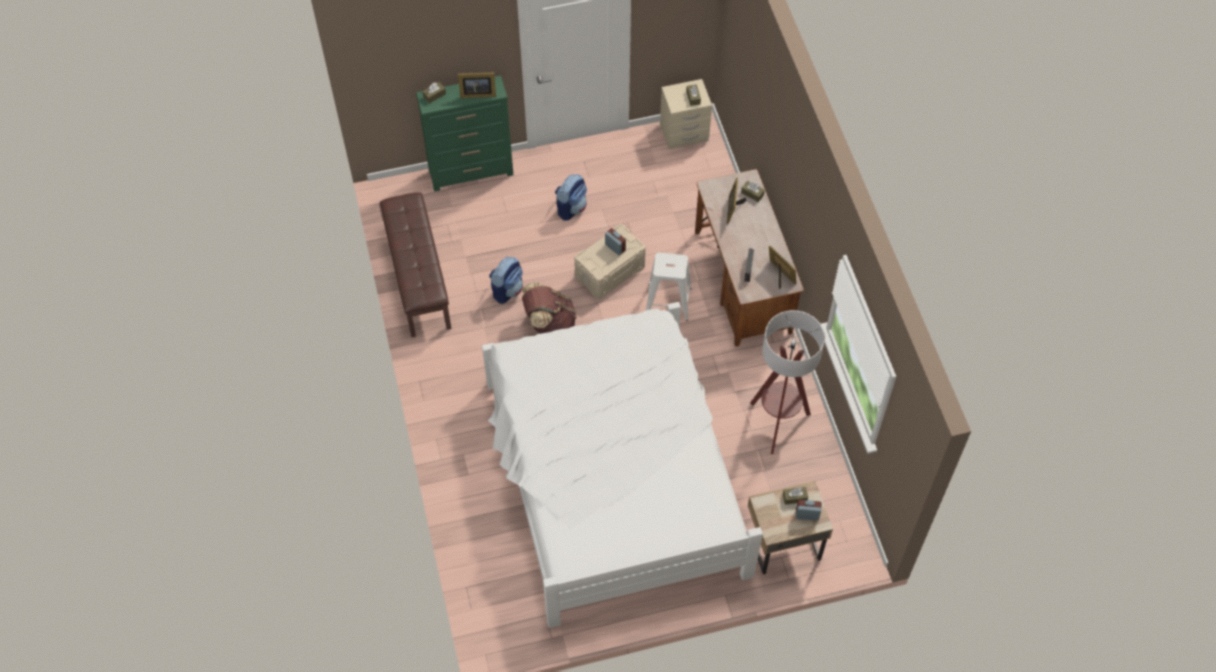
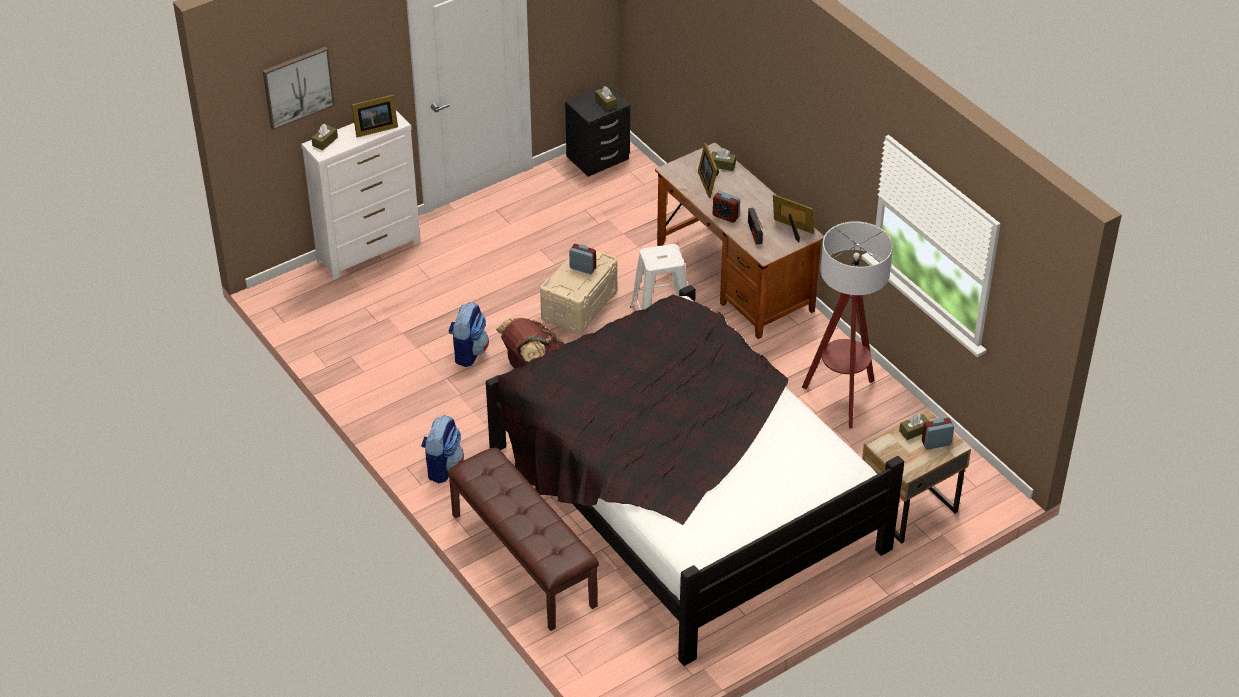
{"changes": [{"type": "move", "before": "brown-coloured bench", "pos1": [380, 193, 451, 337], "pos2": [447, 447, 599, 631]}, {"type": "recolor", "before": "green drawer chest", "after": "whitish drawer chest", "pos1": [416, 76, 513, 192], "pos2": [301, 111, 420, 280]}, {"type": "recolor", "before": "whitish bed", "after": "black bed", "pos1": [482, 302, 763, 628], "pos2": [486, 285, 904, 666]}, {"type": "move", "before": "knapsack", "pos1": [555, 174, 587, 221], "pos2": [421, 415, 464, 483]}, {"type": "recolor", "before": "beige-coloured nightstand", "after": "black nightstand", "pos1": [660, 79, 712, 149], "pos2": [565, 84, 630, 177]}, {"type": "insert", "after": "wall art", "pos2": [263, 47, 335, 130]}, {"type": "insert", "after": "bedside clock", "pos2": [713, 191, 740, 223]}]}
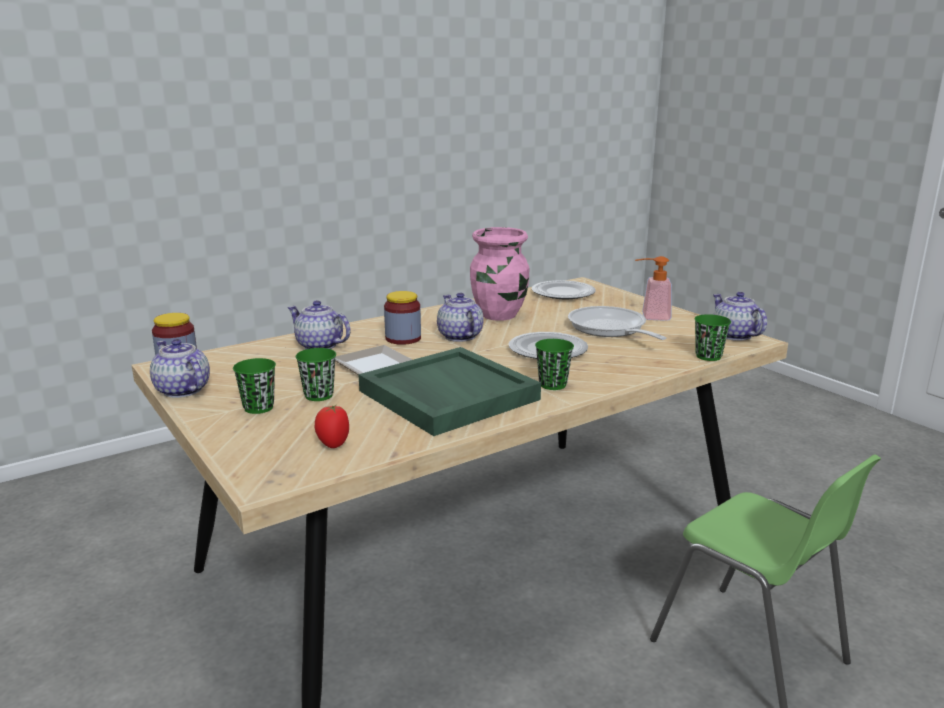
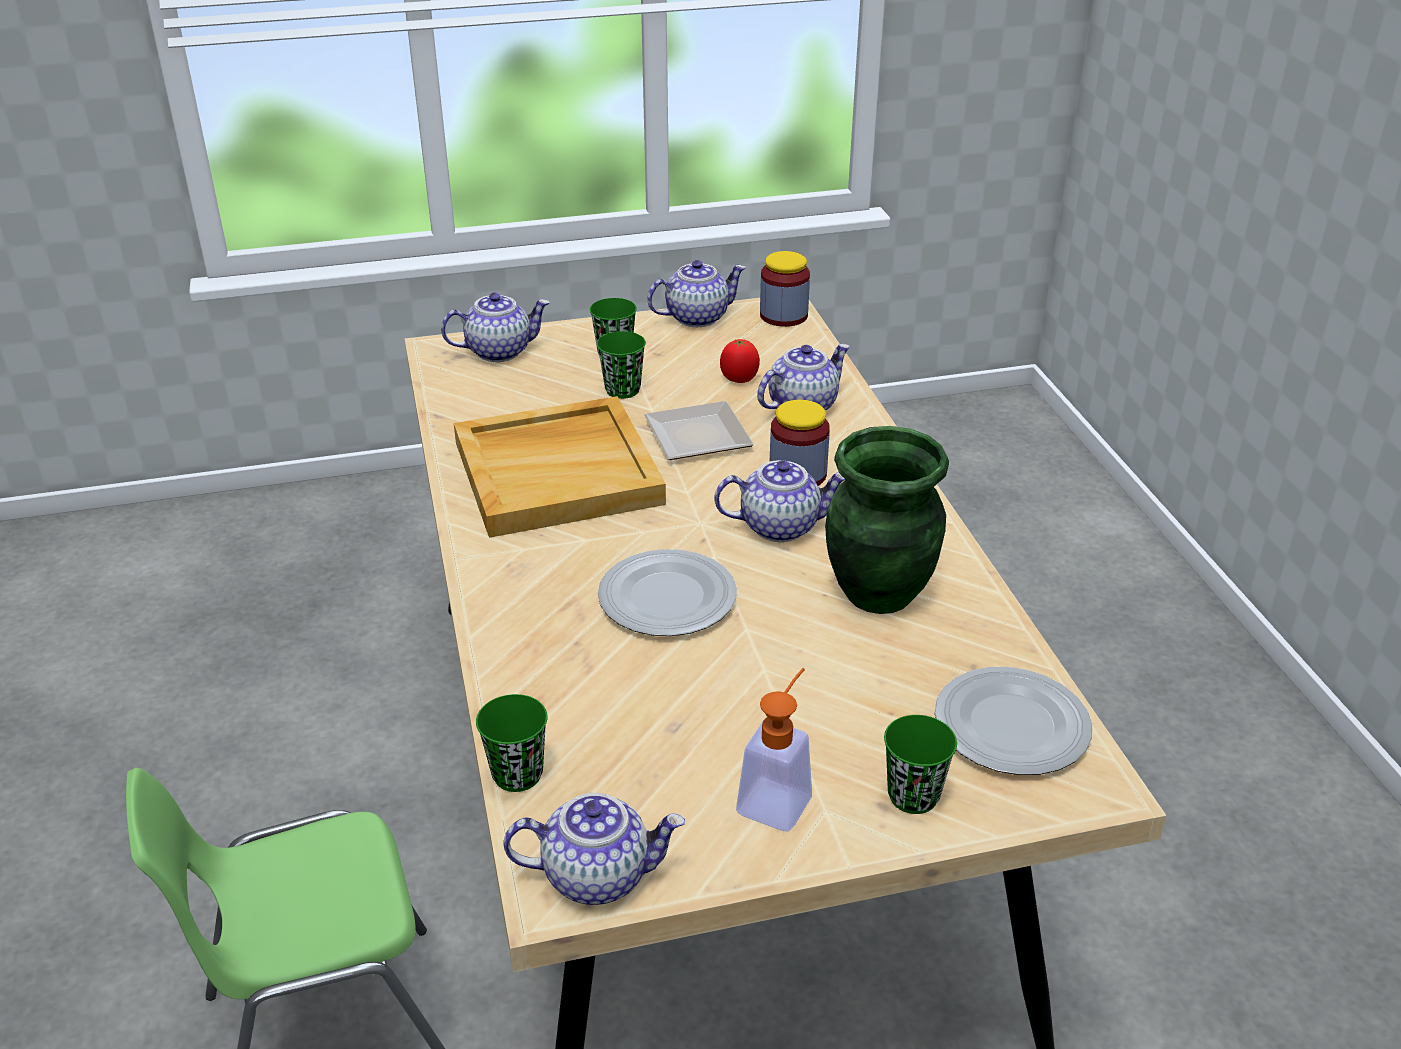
{"changes": [{"type": "move", "before": "whole tomato", "pos1": [315, 405, 349, 448], "pos2": [720, 339, 760, 383]}, {"type": "recolor", "before": "green serving tray", "after": "beige-coloured serving tray", "pos1": [358, 347, 541, 436], "pos2": [454, 396, 666, 538]}, {"type": "recolor", "before": "pinkish decorative vase", "after": "green decorative vase", "pos1": [470, 227, 529, 321], "pos2": [825, 426, 949, 614]}, {"type": "move", "before": "green small cup", "pos1": [535, 339, 574, 390], "pos2": [884, 715, 957, 814]}, {"type": "delete", "before": "frying pan", "pos1": [568, 306, 666, 340]}, {"type": "insert", "after": "teapot", "pos2": [441, 292, 550, 362]}]}
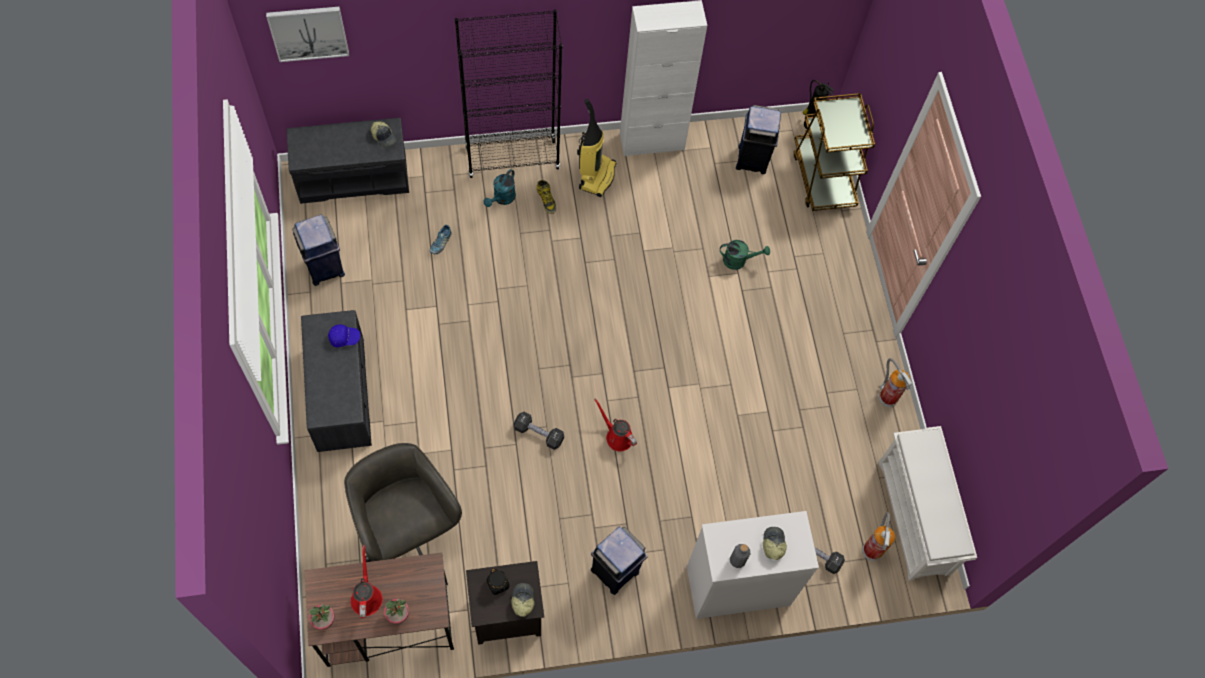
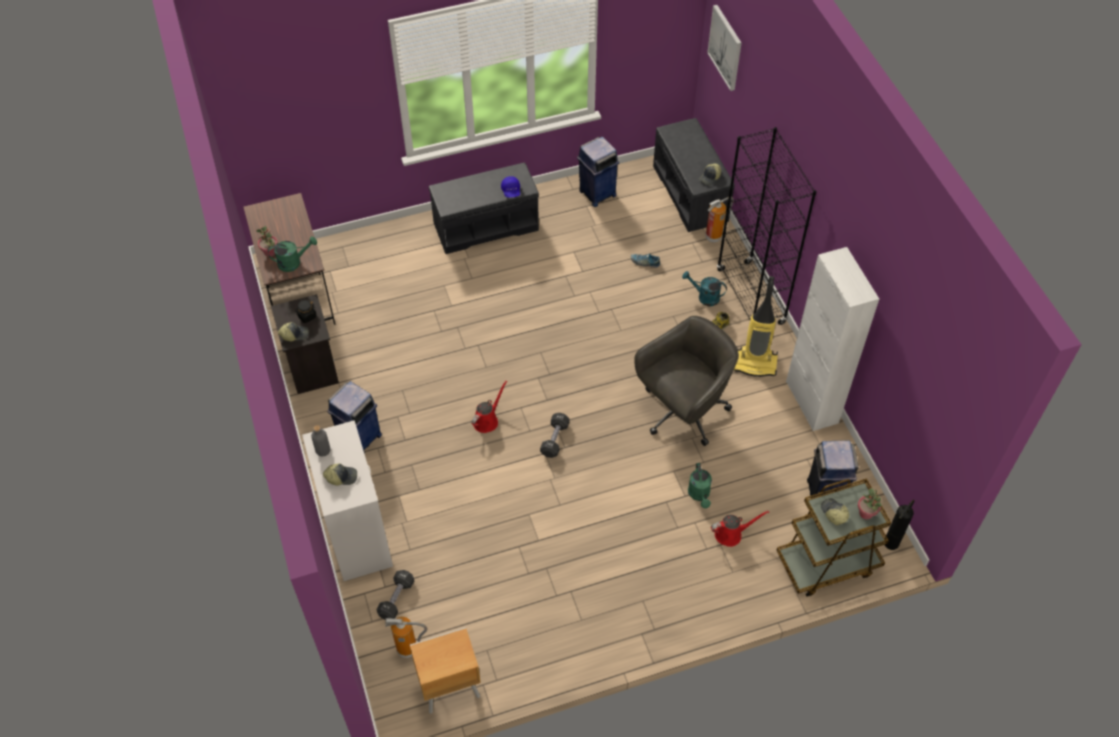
{"changes": [{"type": "move", "before": "houseplant", "pos1": [309, 604, 335, 630], "pos2": [858, 488, 882, 520]}, {"type": "move", "before": "greyish office chair", "pos1": [344, 443, 462, 562], "pos2": [634, 316, 739, 446]}, {"type": "move", "before": "red-coloured sprinkling can", "pos1": [351, 545, 383, 618], "pos2": [711, 511, 769, 547]}, {"type": "move", "before": "black dumbbell", "pos1": [514, 412, 564, 450], "pos2": [540, 413, 569, 458]}, {"type": "move", "before": "extinguisher", "pos1": [879, 358, 913, 407], "pos2": [705, 197, 734, 242]}, {"type": "replace", "before": "whitish shoe stand", "after": "brown-coloured nightstand", "pos1": [879, 426, 977, 581], "pos2": [410, 627, 481, 714]}, {"type": "insert", "after": "green sprinkling can", "pos2": [268, 236, 317, 272]}, {"type": "insert", "after": "cap", "pos2": [821, 498, 849, 525]}]}
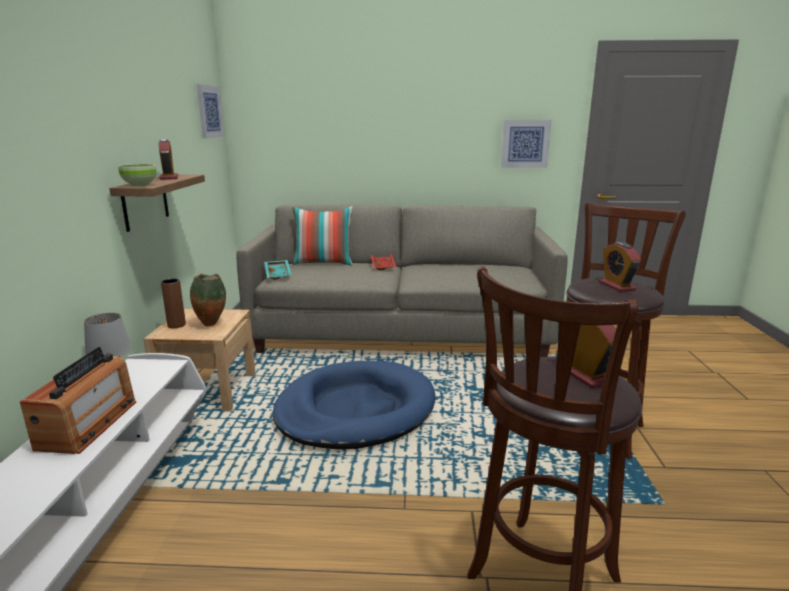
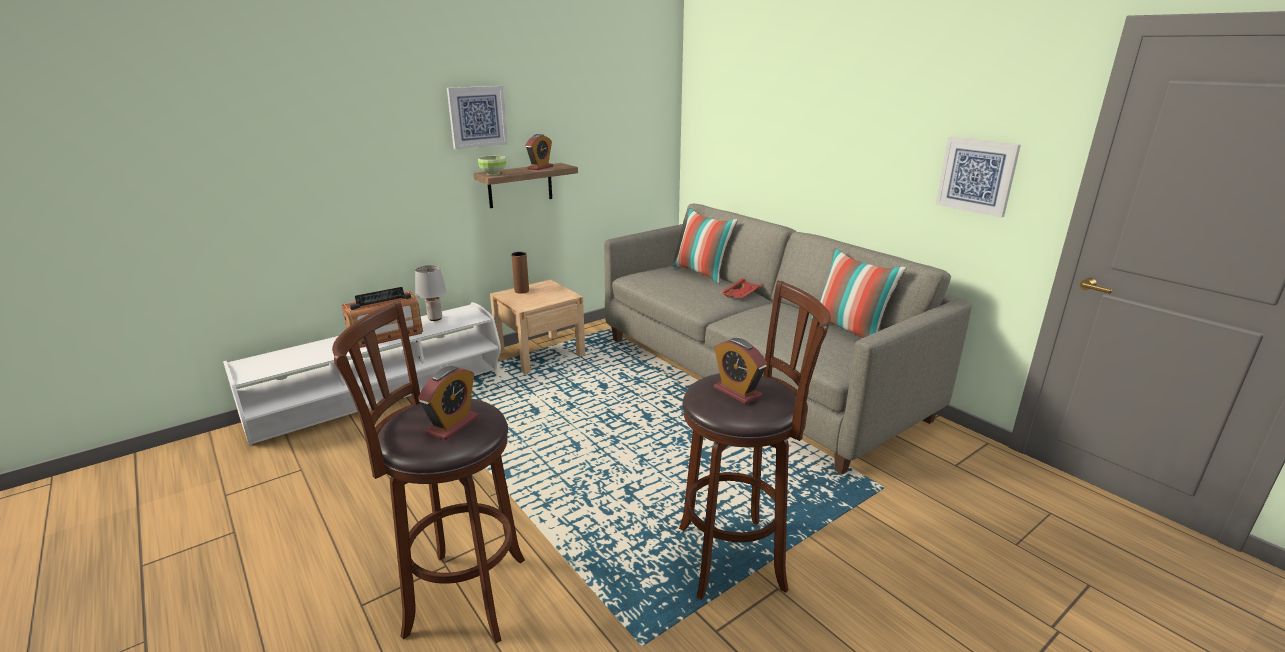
{"changes": [{"type": "delete", "before": "decorative vase", "pos1": [190, 274, 226, 326]}, {"type": "move", "before": "wall art", "pos1": [197, 84, 224, 138], "pos2": [447, 86, 508, 149]}, {"type": "delete", "before": "turquoise-coloured serving tray", "pos1": [264, 260, 292, 280]}, {"type": "delete", "before": "bluish pet bed", "pos1": [273, 361, 435, 450]}, {"type": "rotate", "before": "bedside clock", "pos1": [599, 242, 641, 292], "pos2": [714, 338, 767, 404], "turn": -75}, {"type": "insert", "after": "pillow", "pos2": [810, 248, 906, 338]}]}
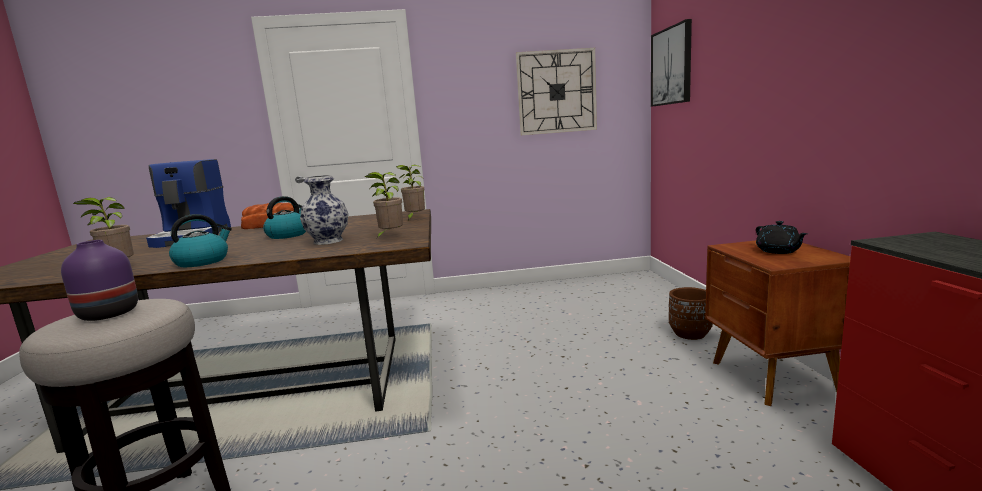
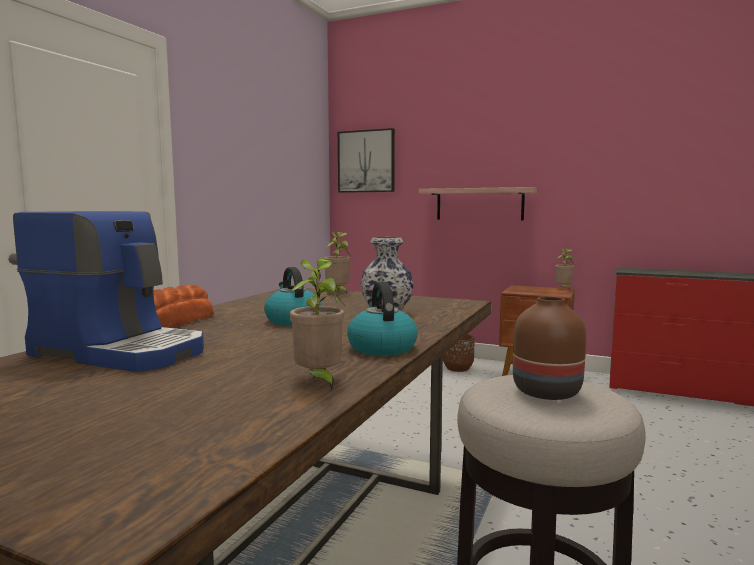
{"changes": [{"type": "recolor", "before": "purplish decorative vase", "after": "brown-coloured decorative vase", "pos1": [61, 240, 138, 321], "pos2": [513, 296, 586, 400]}, {"type": "move", "before": "houseplant", "pos1": [365, 172, 403, 239], "pos2": [555, 248, 574, 290]}, {"type": "delete", "before": "clock on the wall", "pos1": [516, 48, 597, 135]}, {"type": "delete", "before": "black teapot", "pos1": [756, 221, 808, 254]}, {"type": "insert", "after": "bracket shelf", "pos2": [419, 187, 537, 220]}]}
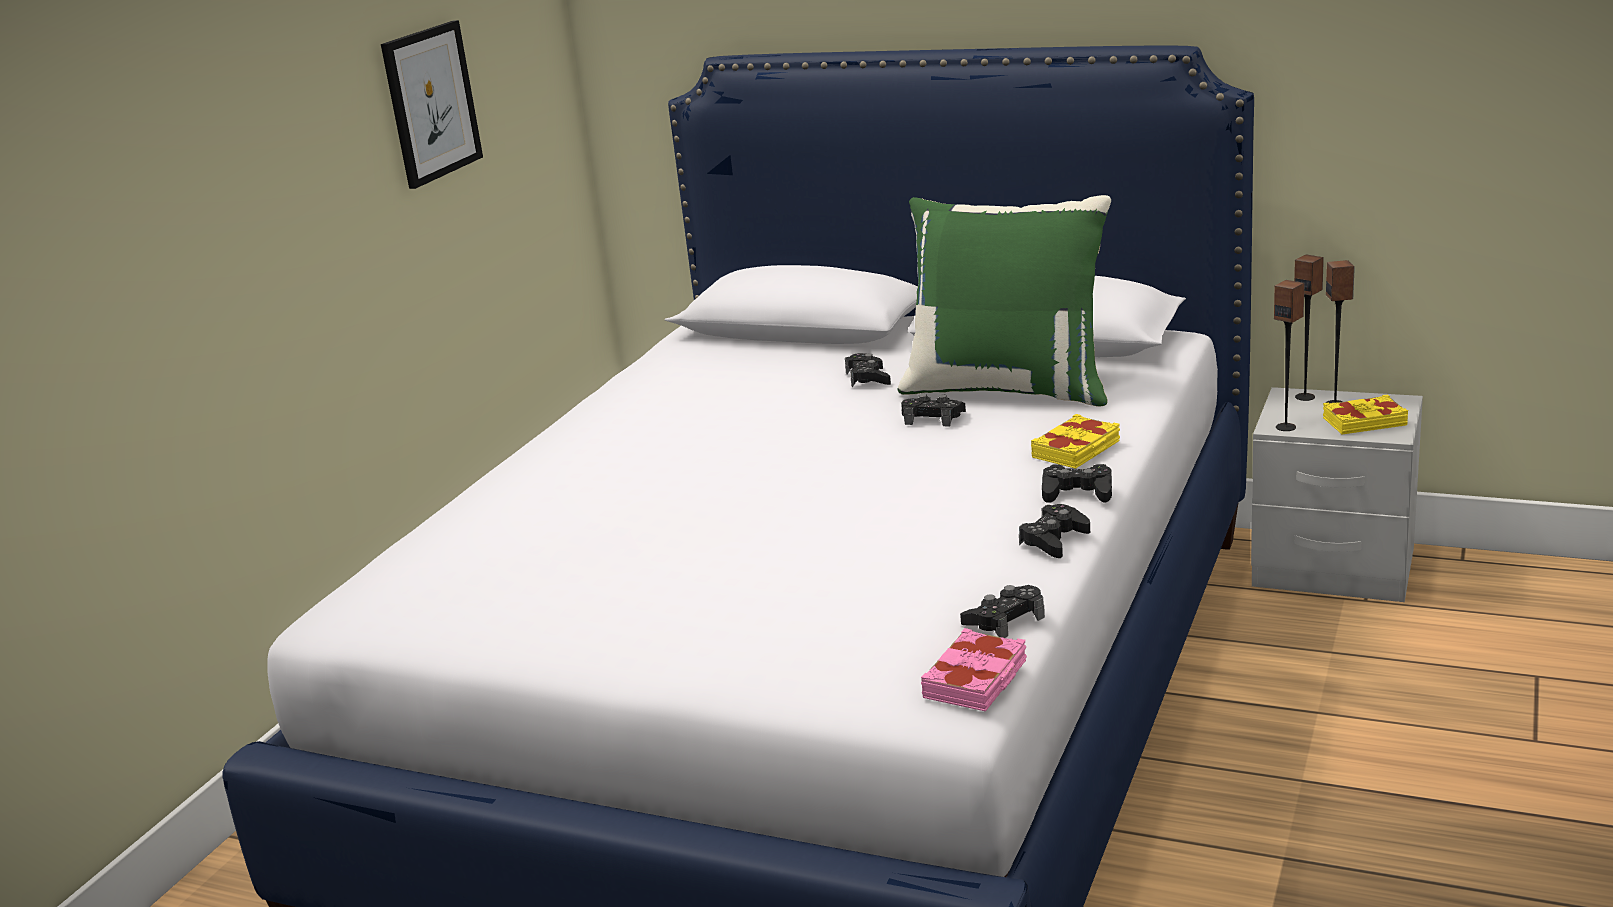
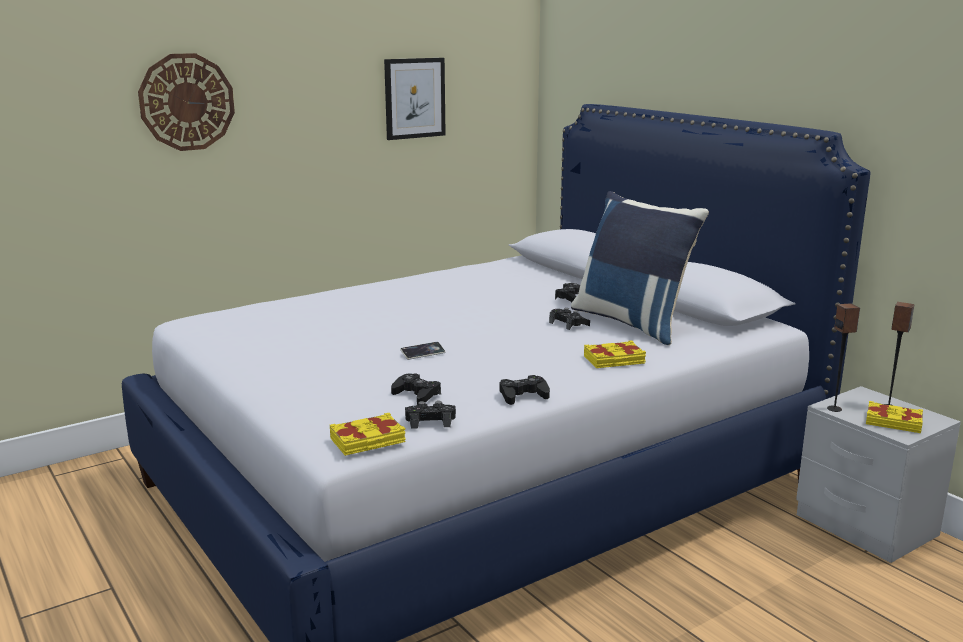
{"changes": [{"type": "recolor", "before": "green pillow", "after": "bluish pillow", "pos1": [898, 195, 1111, 406], "pos2": [571, 191, 709, 345]}, {"type": "recolor", "before": "pinkish book", "after": "yellowish book", "pos1": [921, 628, 1027, 712], "pos2": [330, 413, 406, 456]}, {"type": "move", "before": "black joypad", "pos1": [1042, 464, 1112, 503], "pos2": [391, 373, 441, 404]}, {"type": "delete", "before": "audio speaker", "pos1": [1294, 254, 1324, 401]}, {"type": "insert", "after": "clock on the wall", "pos2": [138, 53, 235, 151]}, {"type": "insert", "after": "handset", "pos2": [400, 342, 446, 360]}]}
